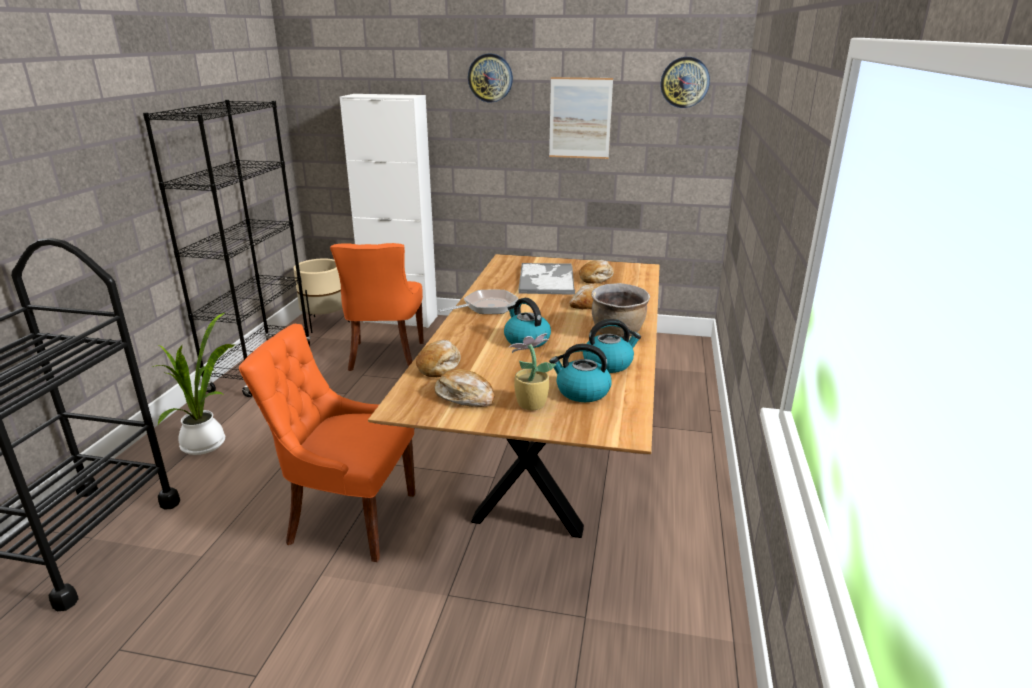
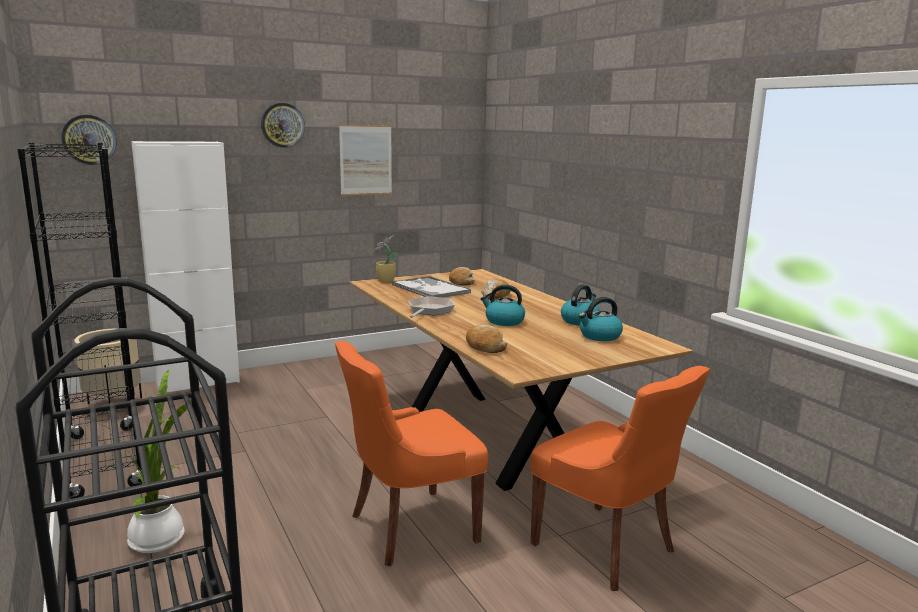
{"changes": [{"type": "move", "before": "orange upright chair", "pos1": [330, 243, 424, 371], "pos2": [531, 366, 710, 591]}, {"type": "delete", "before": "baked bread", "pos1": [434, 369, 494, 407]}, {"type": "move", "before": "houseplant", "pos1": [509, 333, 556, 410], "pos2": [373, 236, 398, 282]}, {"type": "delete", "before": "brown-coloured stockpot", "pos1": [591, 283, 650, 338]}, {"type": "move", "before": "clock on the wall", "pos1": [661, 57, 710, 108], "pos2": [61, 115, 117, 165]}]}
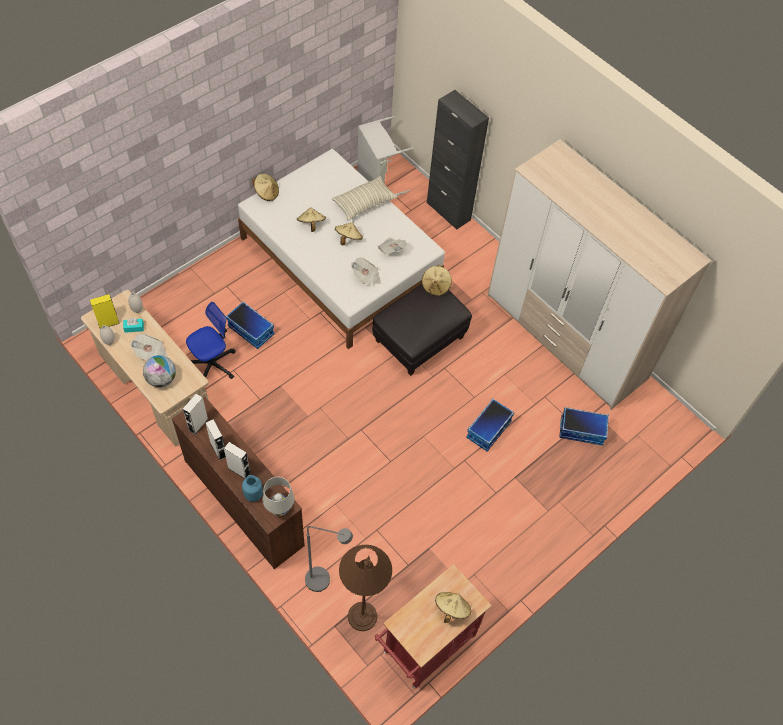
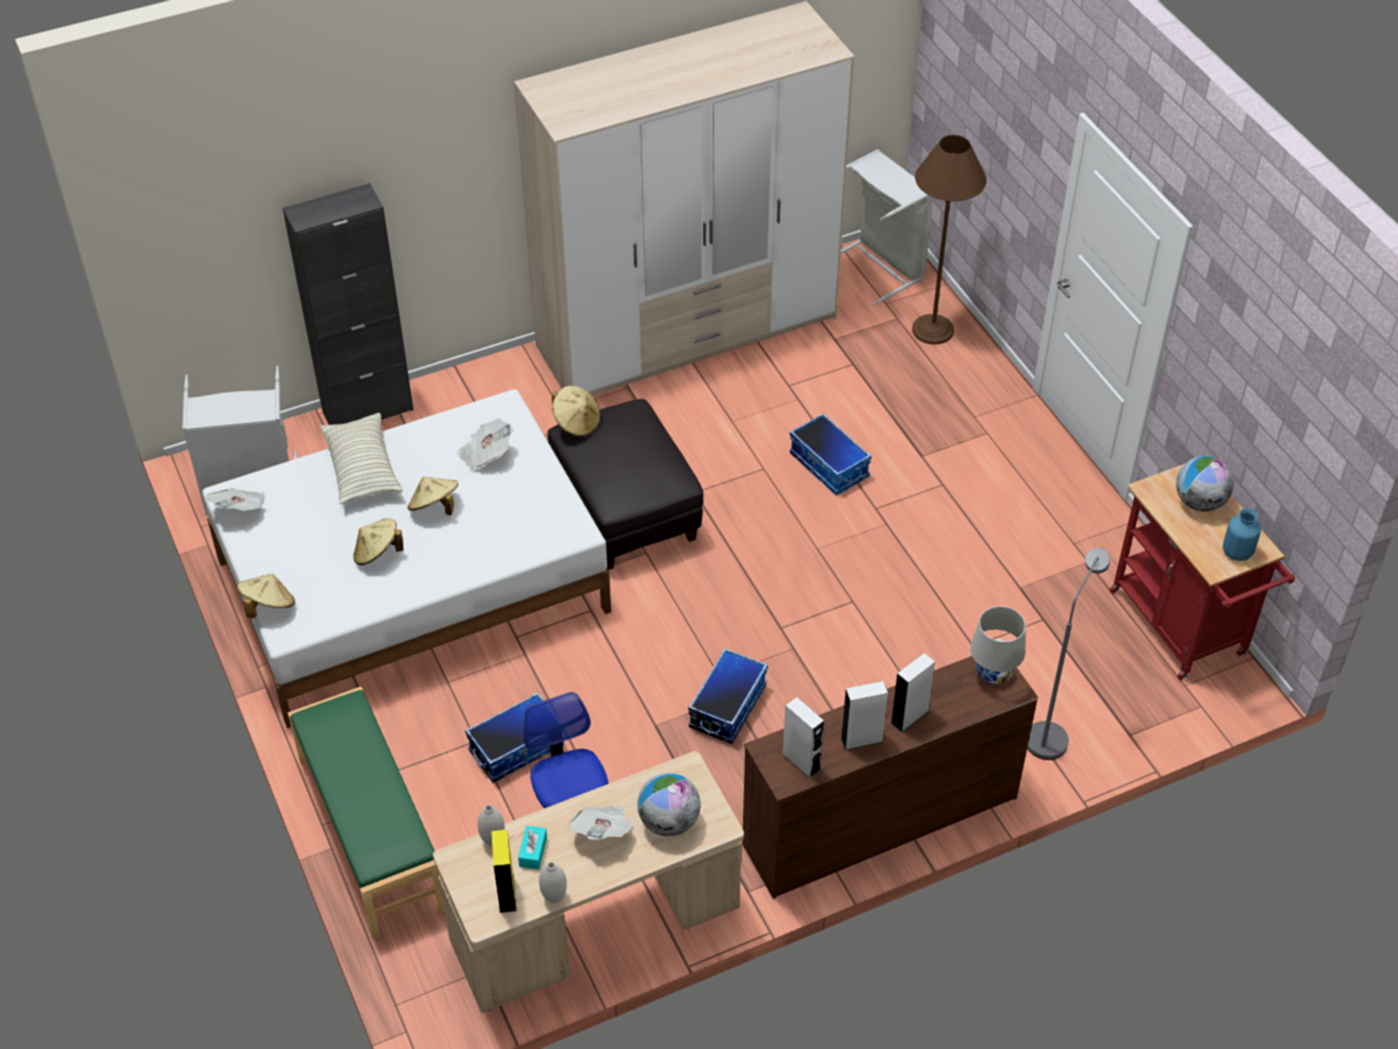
{"changes": [{"type": "move", "before": "bluish decorative vase", "pos1": [242, 475, 263, 502], "pos2": [1223, 508, 1261, 561]}, {"type": "move", "before": "brown-coloured standing lamp", "pos1": [339, 545, 392, 631], "pos2": [912, 135, 987, 345]}, {"type": "move", "before": "newspaper", "pos1": [351, 258, 381, 285], "pos2": [206, 488, 265, 511]}, {"type": "replace", "before": "beige-coloured hat", "after": "globe", "pos1": [435, 592, 471, 623], "pos2": [1176, 456, 1234, 512]}, {"type": "move", "before": "storage bin", "pos1": [559, 407, 609, 445], "pos2": [688, 648, 768, 744]}, {"type": "insert", "after": "green bench", "pos2": [288, 687, 444, 939]}, {"type": "insert", "after": "greyish washing basket", "pos2": [841, 149, 933, 305]}]}
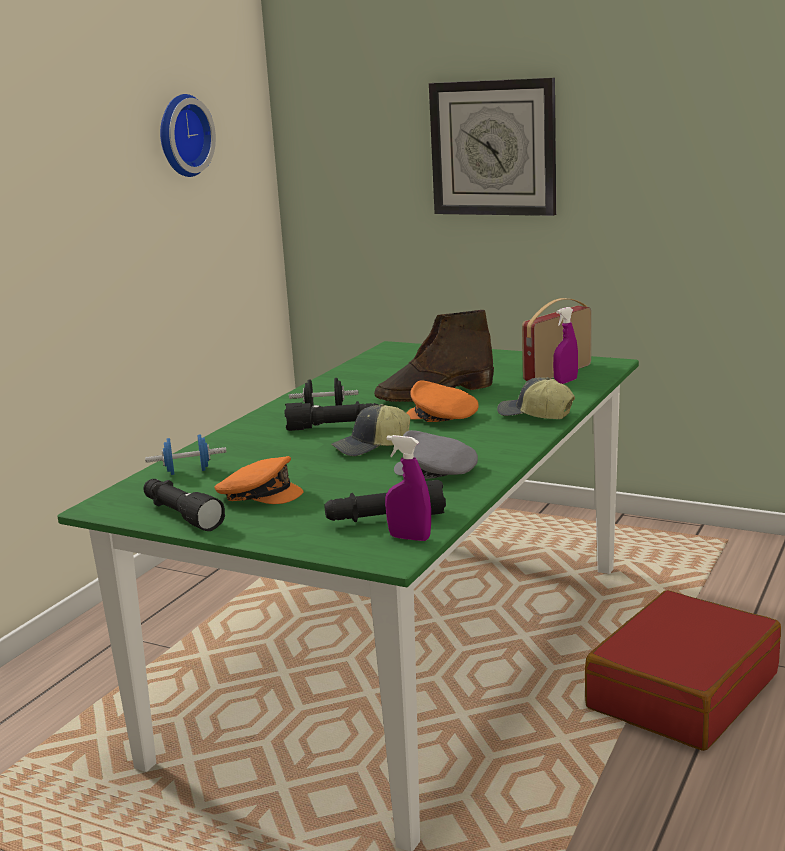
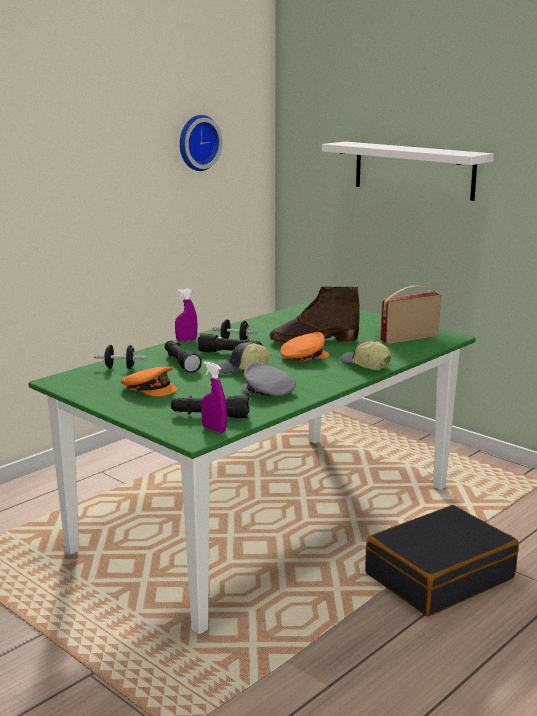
{"changes": [{"type": "move", "before": "black hand torch", "pos1": [143, 479, 225, 531], "pos2": [165, 341, 202, 373]}, {"type": "recolor", "before": "bluish dumbbell", "after": "black dumbbell", "pos1": [145, 434, 227, 475], "pos2": [94, 345, 146, 369]}, {"type": "rotate", "before": "orange cap", "pos1": [407, 381, 479, 422], "pos2": [280, 332, 329, 362], "turn": 105}, {"type": "replace", "before": "clock on the wall", "after": "whitish bracket shelf", "pos1": [429, 78, 556, 216], "pos2": [322, 142, 494, 201]}, {"type": "move", "before": "purplish hand sprayer", "pos1": [553, 307, 578, 384], "pos2": [175, 288, 197, 342]}, {"type": "recolor", "before": "red-coloured piece of luggage", "after": "black piece of luggage", "pos1": [585, 590, 781, 751], "pos2": [365, 505, 519, 616]}]}
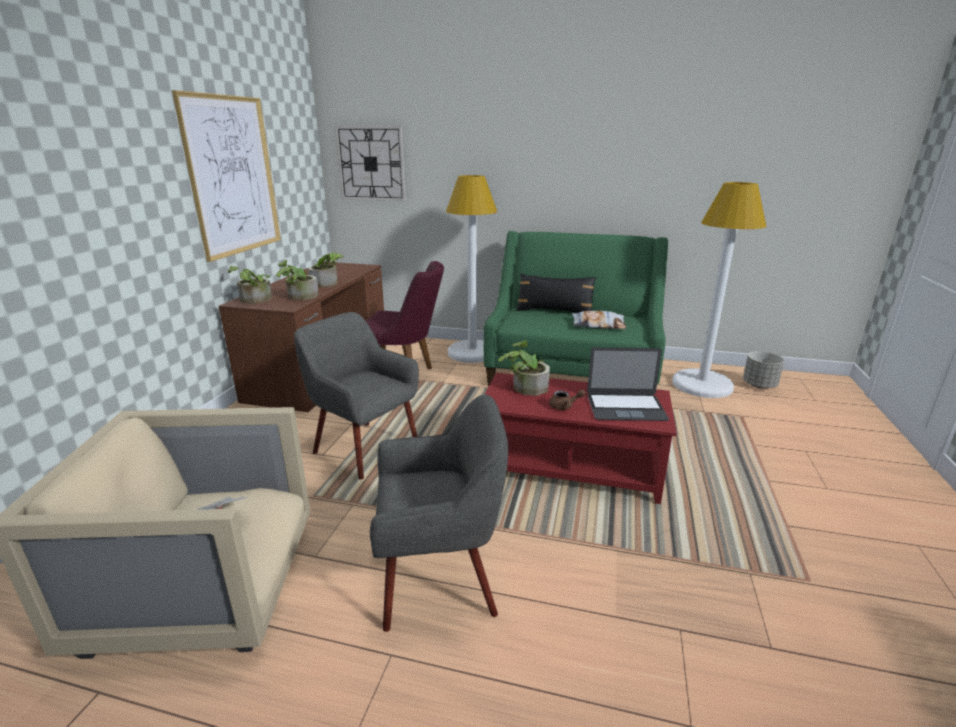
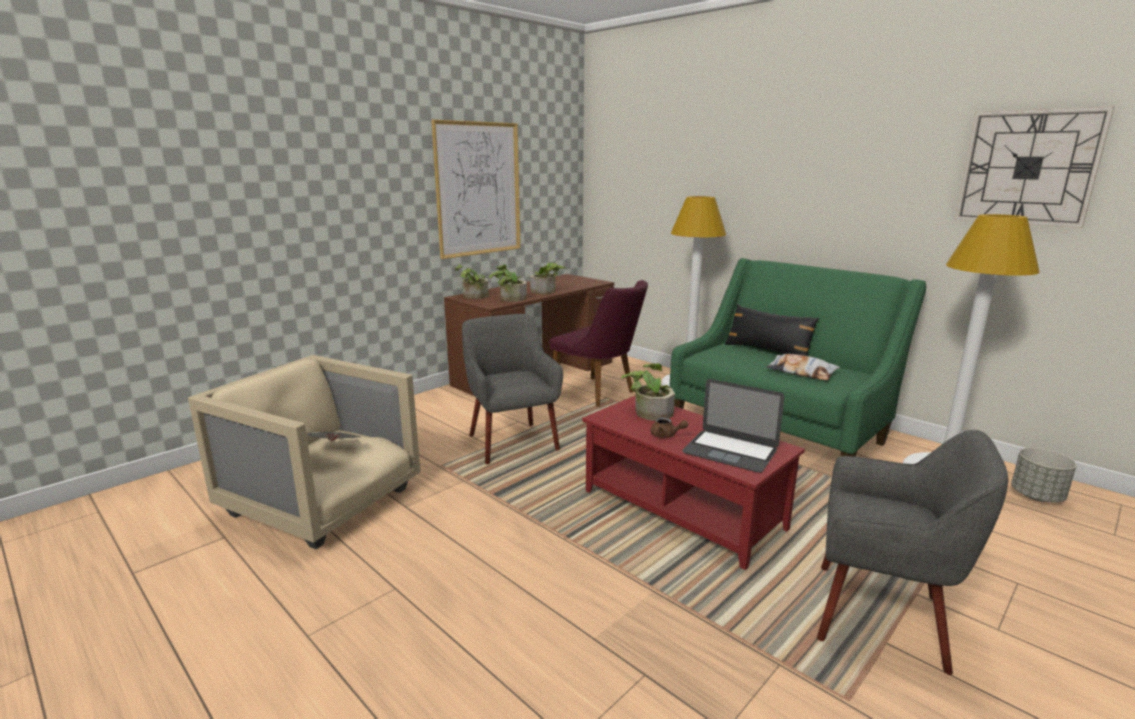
{"changes": [{"type": "move", "before": "clock on the wall", "pos1": [335, 126, 406, 201], "pos2": [955, 106, 1114, 228]}, {"type": "move", "before": "greyish armchair", "pos1": [370, 395, 508, 632], "pos2": [817, 430, 1008, 675]}]}
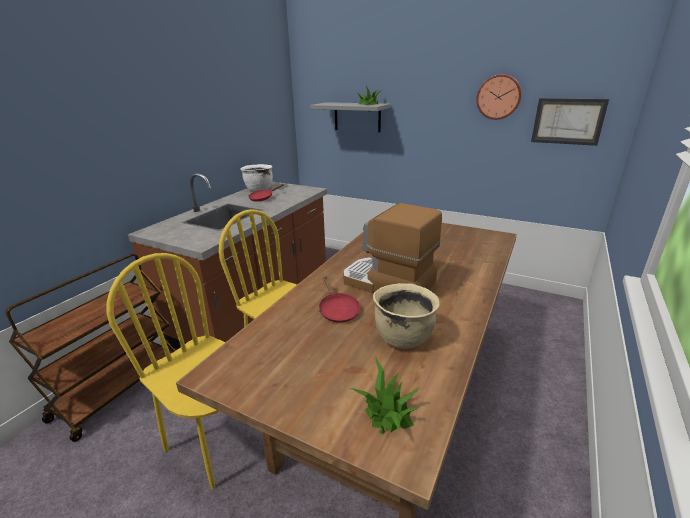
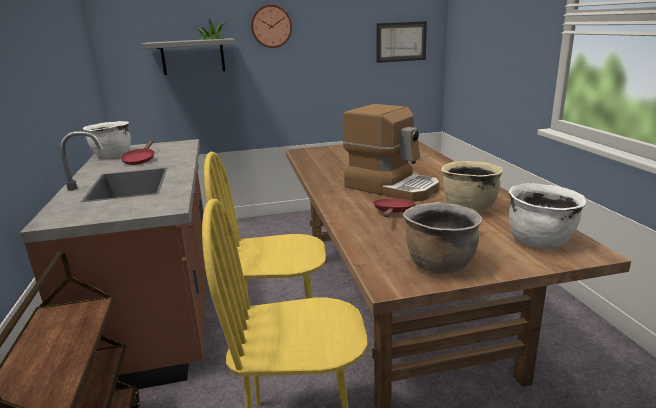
{"changes": [{"type": "rotate", "before": "red-coloured frying pan", "pos1": [319, 276, 360, 323], "pos2": [373, 198, 416, 217], "turn": -105}, {"type": "rotate", "before": "coffee brewer", "pos1": [343, 203, 442, 293], "pos2": [342, 104, 440, 202], "turn": -135}, {"type": "replace", "before": "houseplant", "after": "whitish stockpot", "pos1": [350, 356, 420, 435], "pos2": [509, 183, 587, 248]}, {"type": "move", "before": "clock on the wall", "pos1": [477, 74, 522, 120], "pos2": [251, 5, 292, 48]}, {"type": "insert", "after": "brown-coloured stockpot", "pos2": [403, 202, 483, 274]}]}
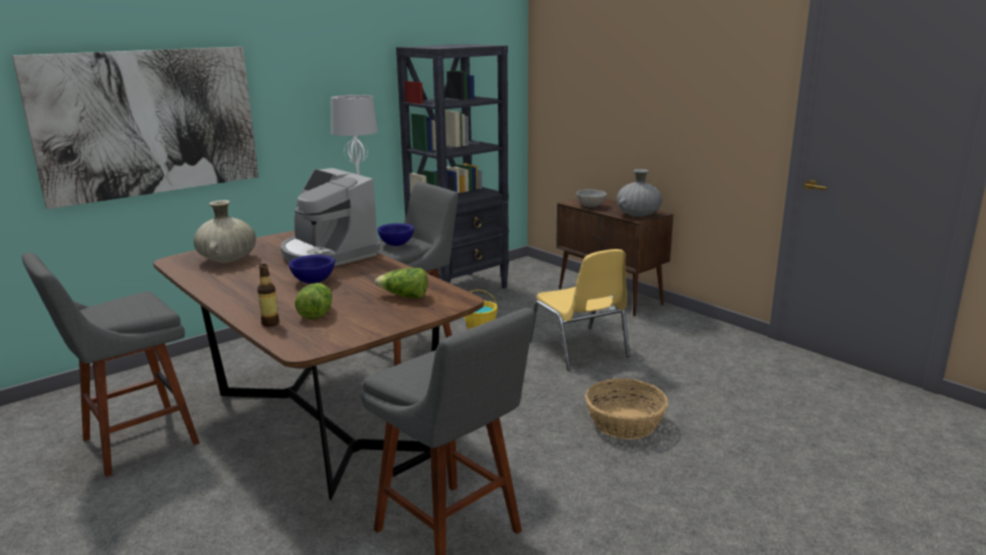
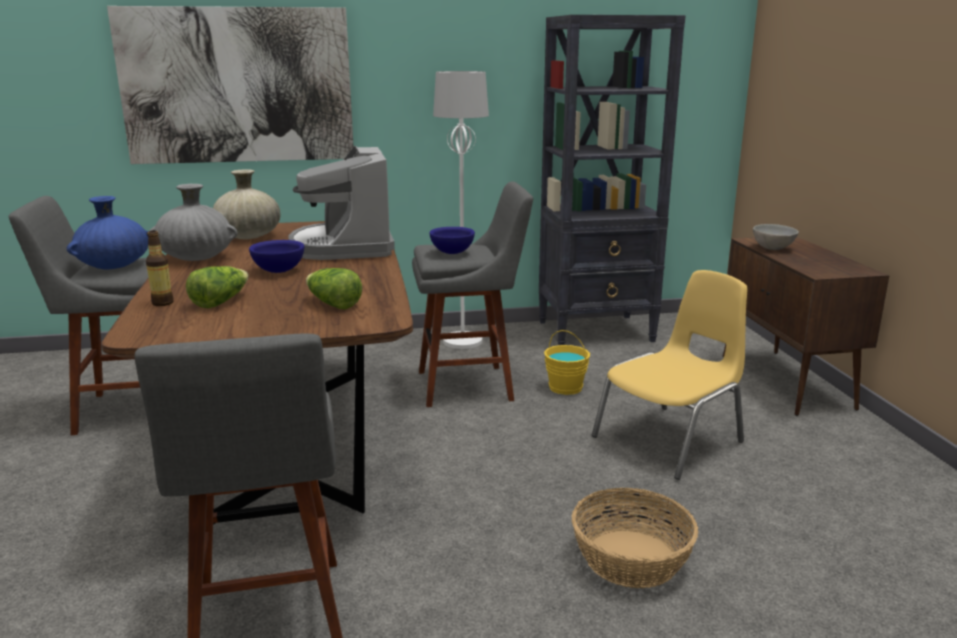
{"changes": [{"type": "rotate", "before": "yellowish upright chair", "pos1": [530, 249, 630, 371], "pos2": [592, 270, 747, 480], "turn": -135}, {"type": "move", "before": "greyish decorative vase", "pos1": [617, 169, 662, 217], "pos2": [149, 184, 238, 261]}, {"type": "insert", "after": "bluish decorative vase", "pos2": [67, 196, 148, 269]}]}
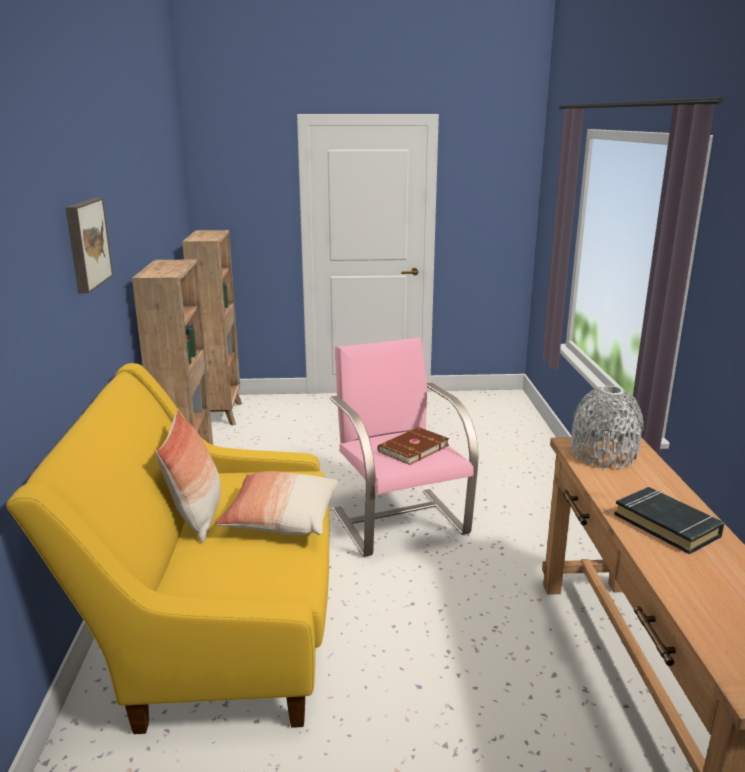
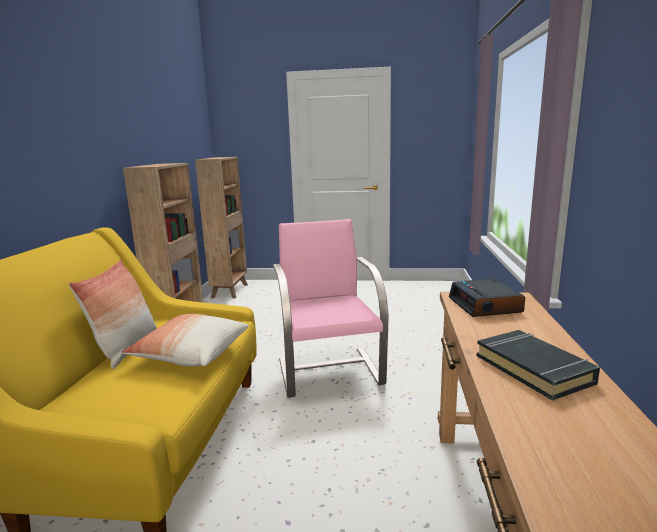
{"changes": [{"type": "delete", "before": "wall art", "pos1": [66, 198, 113, 293]}, {"type": "delete", "before": "brown-coloured book", "pos1": [378, 427, 449, 465]}, {"type": "replace", "before": "greyish decorative vase", "after": "bedside clock", "pos1": [571, 386, 644, 469], "pos2": [449, 279, 525, 317]}]}
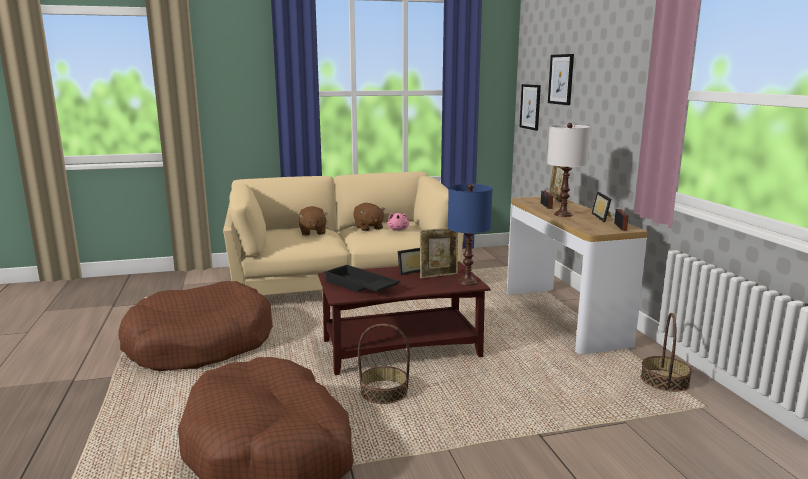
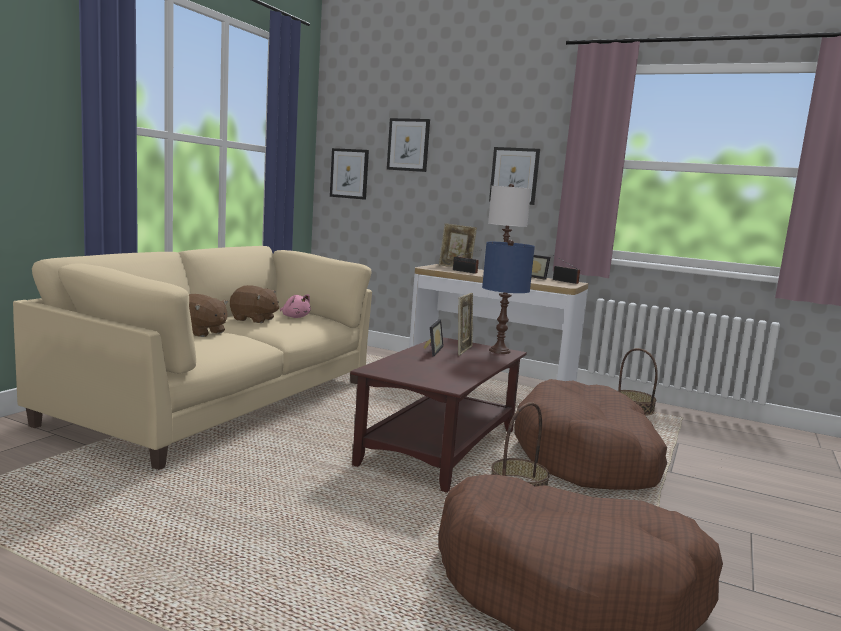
{"changes": [{"type": "move", "before": "brown-coloured pet bed", "pos1": [118, 281, 273, 371], "pos2": [514, 379, 667, 490]}, {"type": "delete", "before": "black serving tray", "pos1": [324, 265, 400, 292]}, {"type": "insert", "after": "wall art", "pos2": [489, 147, 540, 205]}]}
